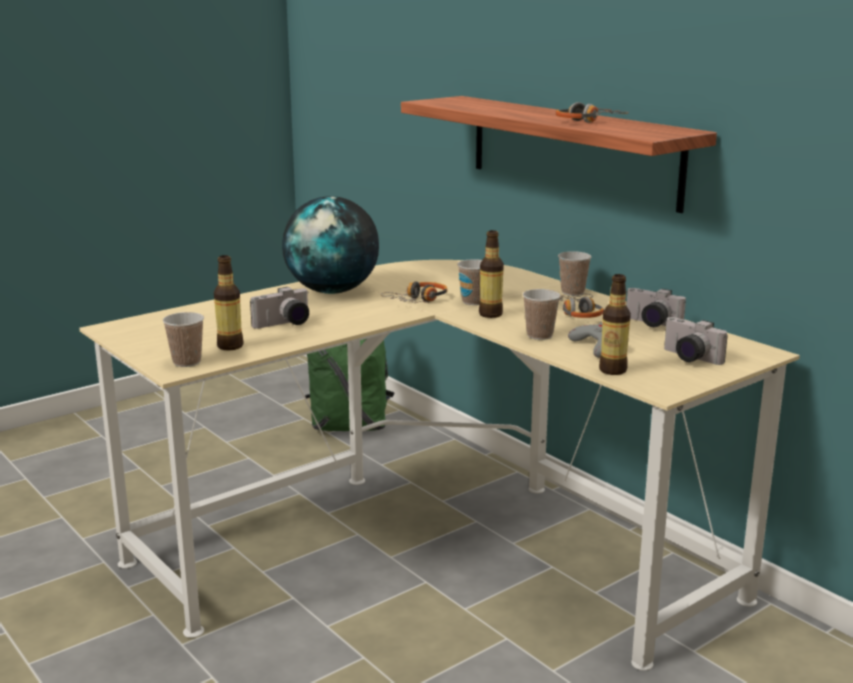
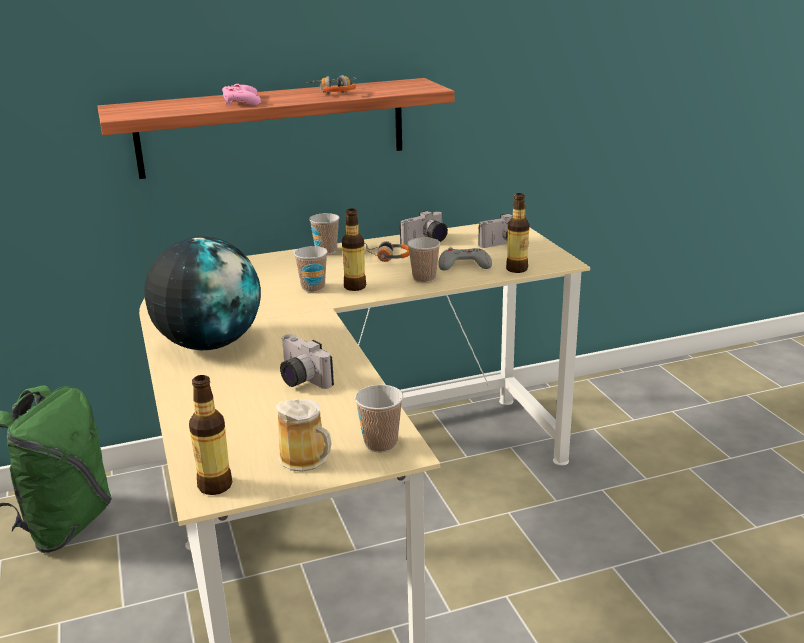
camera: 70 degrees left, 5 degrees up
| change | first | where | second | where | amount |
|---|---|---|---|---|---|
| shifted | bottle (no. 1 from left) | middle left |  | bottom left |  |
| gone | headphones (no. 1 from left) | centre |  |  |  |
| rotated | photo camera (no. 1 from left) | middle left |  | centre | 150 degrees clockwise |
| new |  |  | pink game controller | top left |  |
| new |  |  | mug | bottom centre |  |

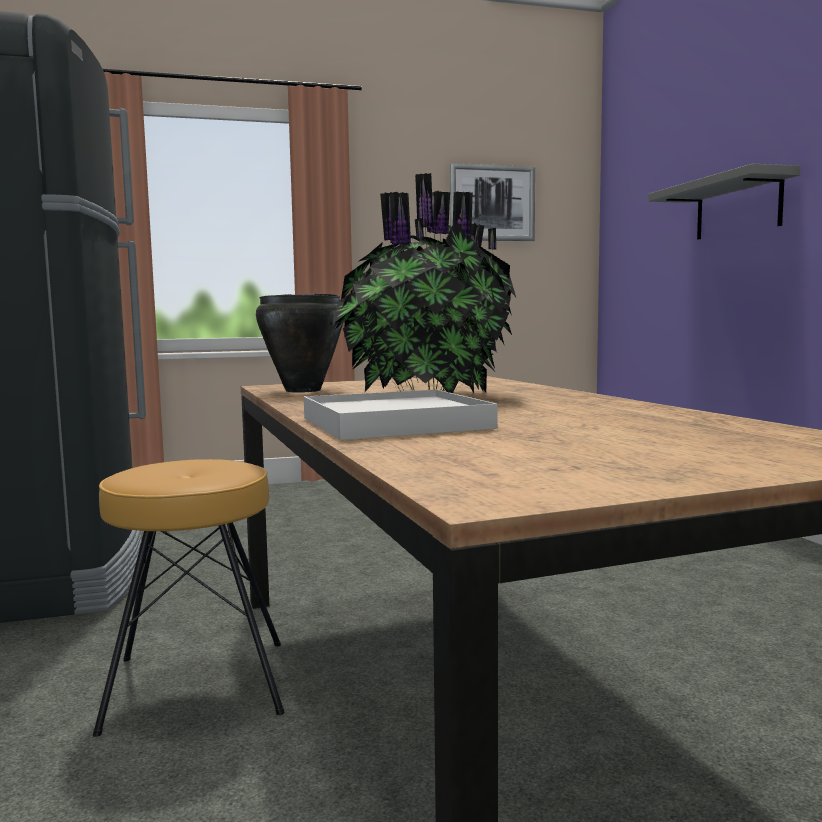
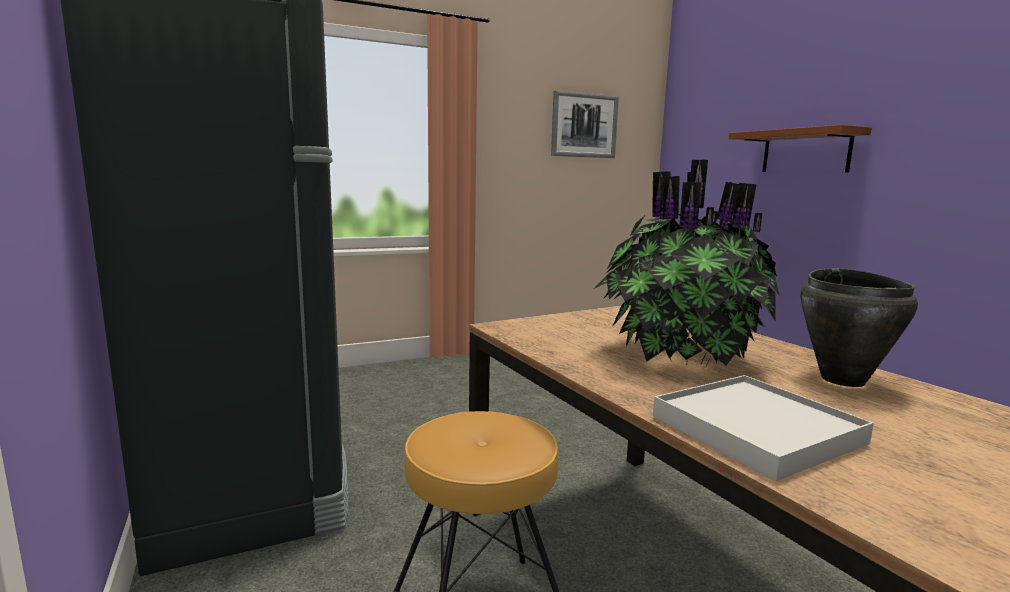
camera: 10 degrees left, 5 degrees up
| change | first | where | second | where | amount |
|---|---|---|---|---|---|
| repainted | grey shelf | top right | brown shelf | top right |  |
| shifted | black cooking pot | centre |  | middle right |  |

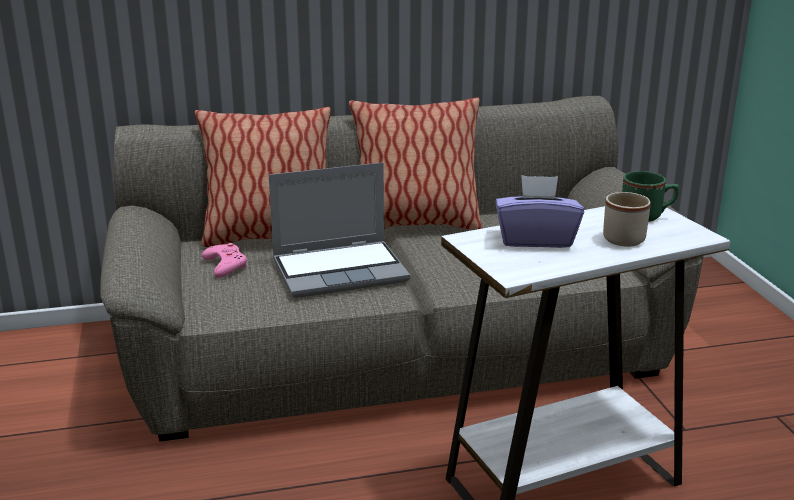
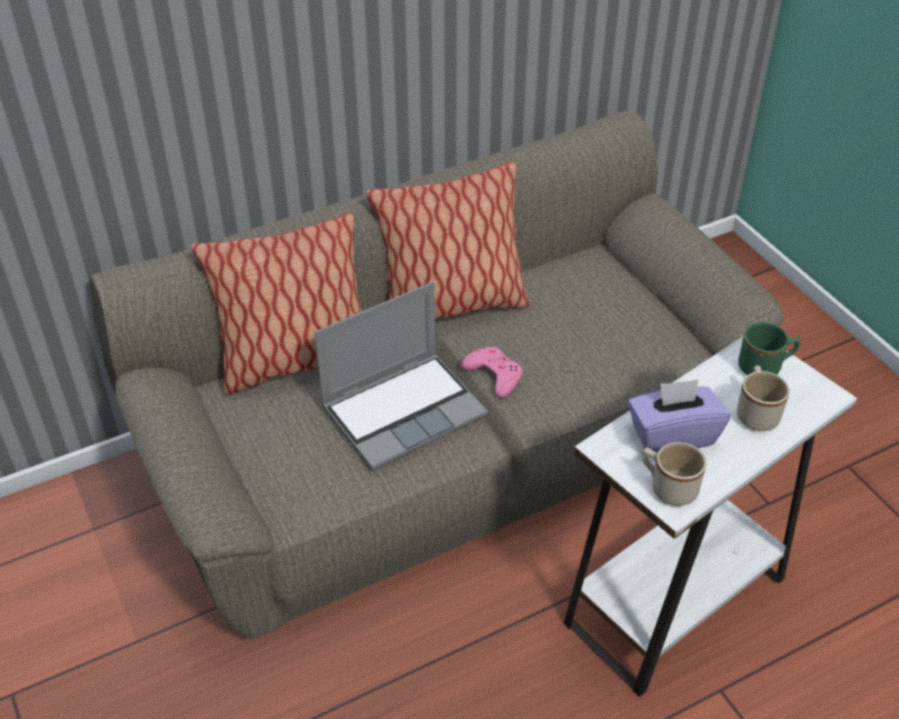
camera: 15 degrees left, 20 degrees up
| change | first | where | second | where | amount |
|---|---|---|---|---|---|
| shifted | pink game controller | middle left |  | centre |  |
| new |  |  | beige mug (no. 1 from left) | middle right |  |

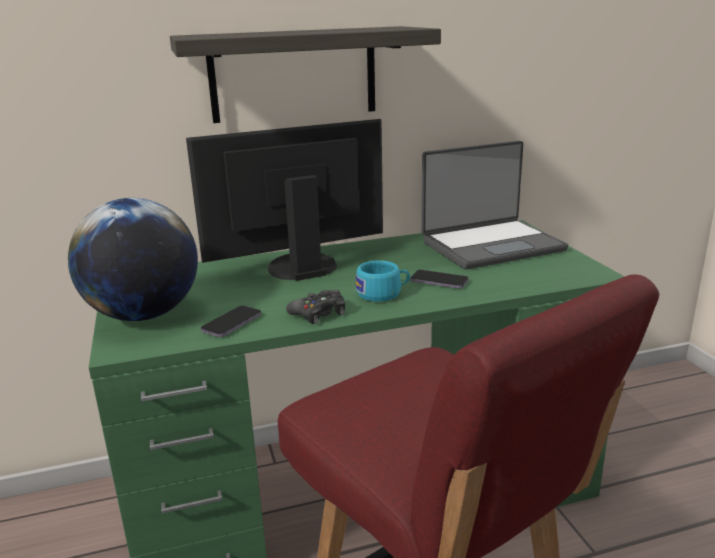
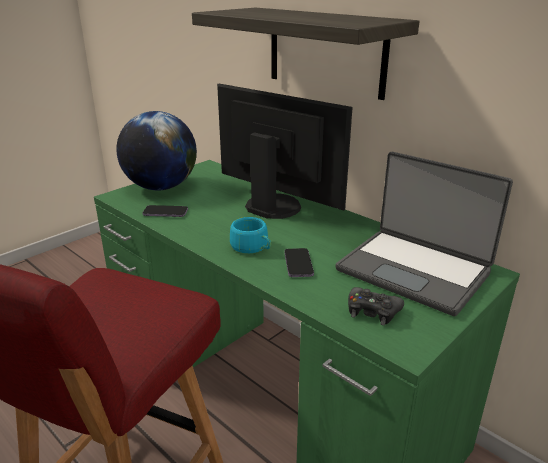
camera: 60 degrees right, 5 degrees up
| change | first | where | second | where | amount |
|---|---|---|---|---|---|
| shifted | black game controller | centre |  | middle right |  |

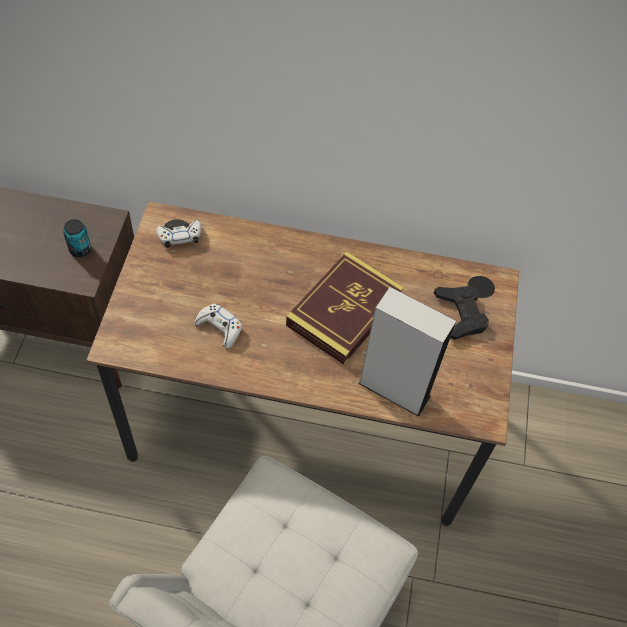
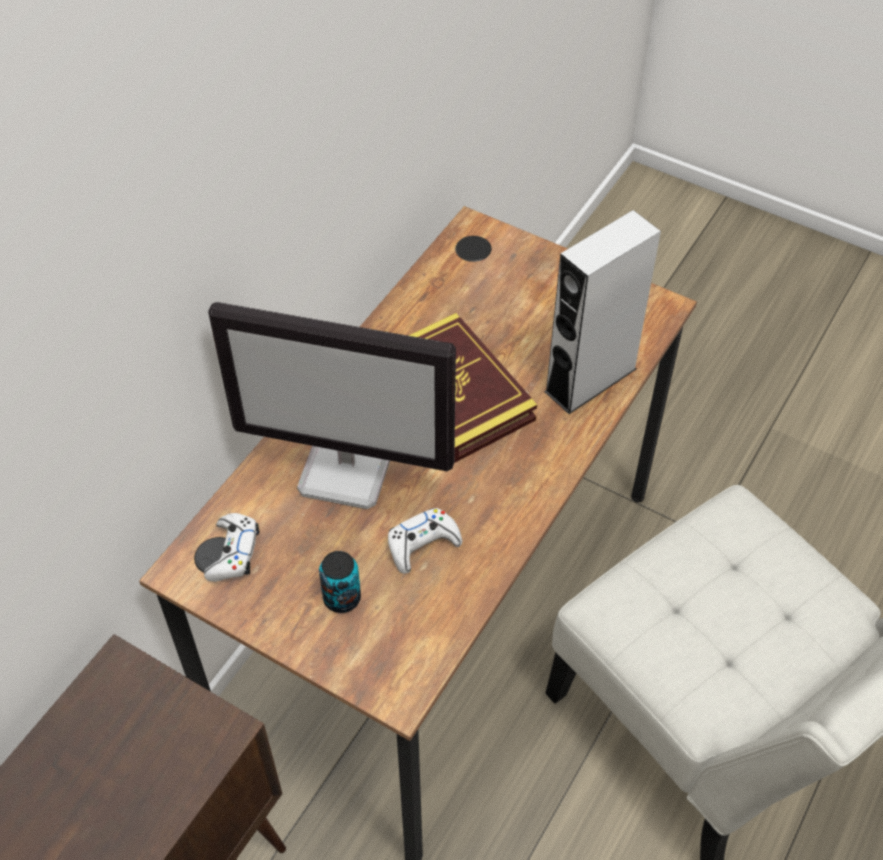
camera: 65 degrees left, 5 degrees down
| change | first | where | second | where | amount |
|---|---|---|---|---|---|
| shifted | can | middle left |  | bottom centre |  |
| gone | black game controller | middle right |  |  |  |
| new |  |  | monitor | centre |  |

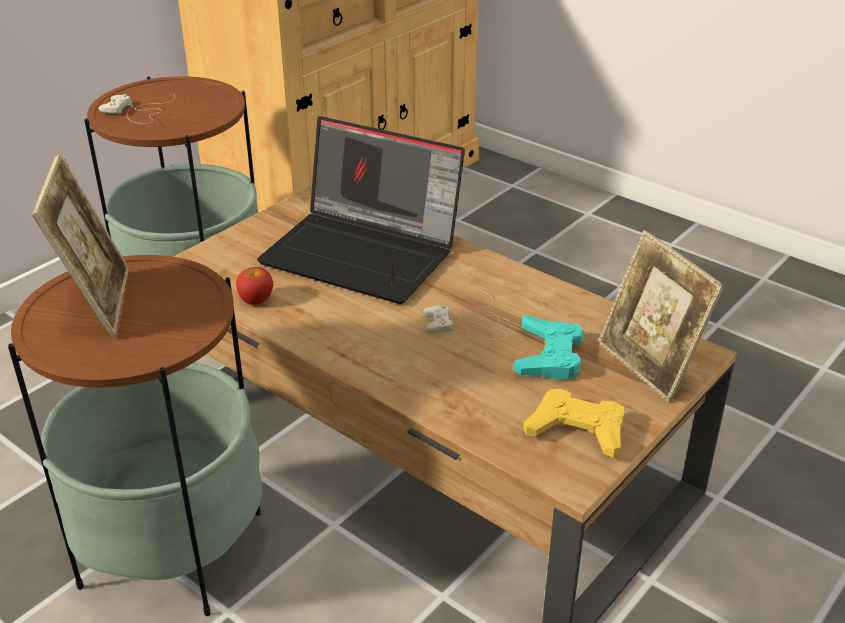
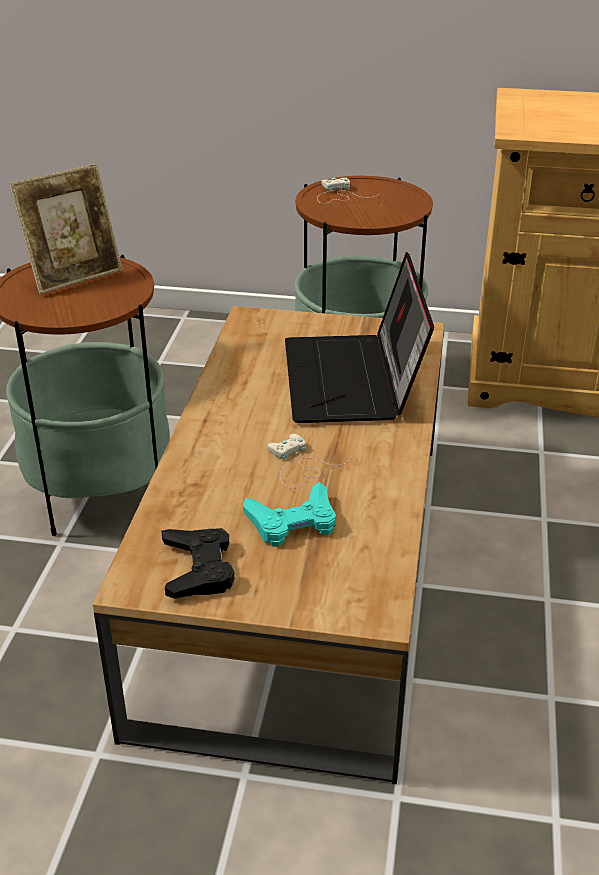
camera: 60 degrees right, 0 degrees up
| change | first | where | second | where | amount |
|---|---|---|---|---|---|
| gone | picture frame (no. 2 from left) | middle right |  |  |  |
| gone | apple | middle left |  |  |  |
| repainted | yellow game controller | bottom right | black game controller | middle left |  |

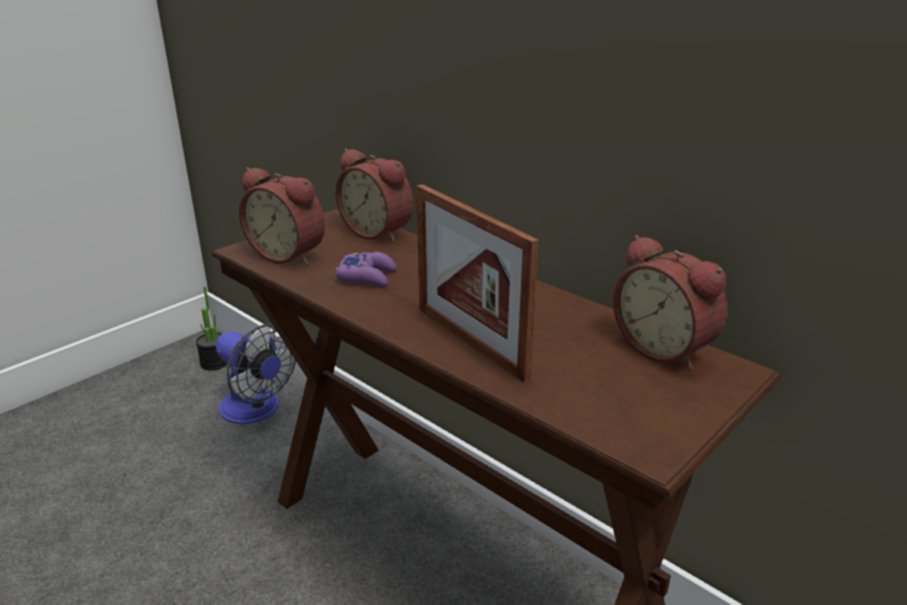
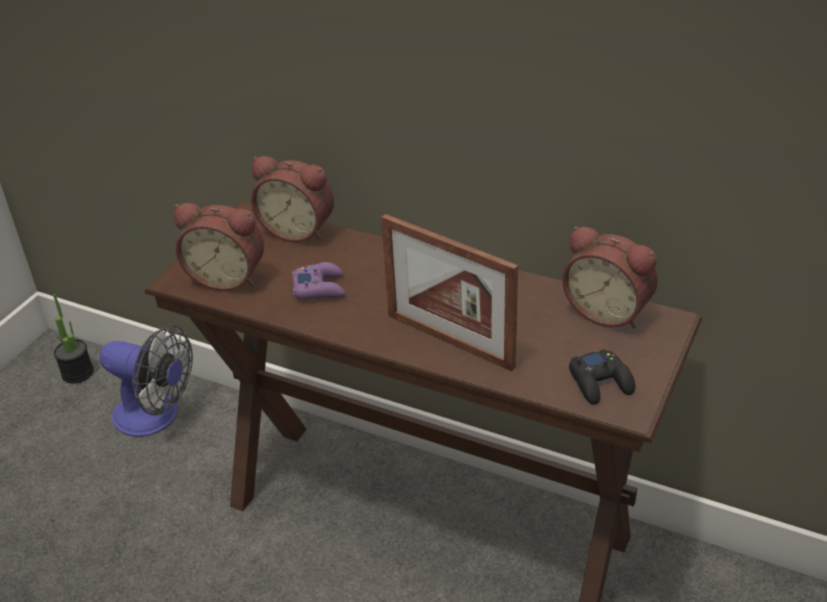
camera: 15 degrees left, 10 degrees up
| change | first | where | second | where | amount |
|---|---|---|---|---|---|
| new |  |  | black game controller | middle right |  |

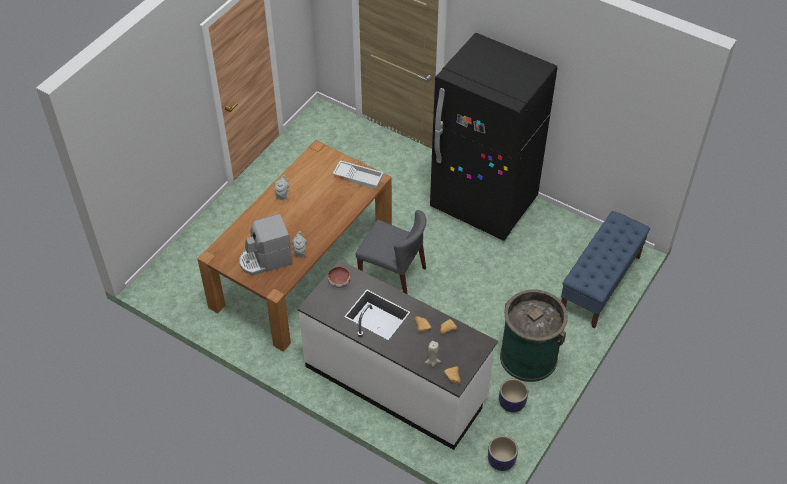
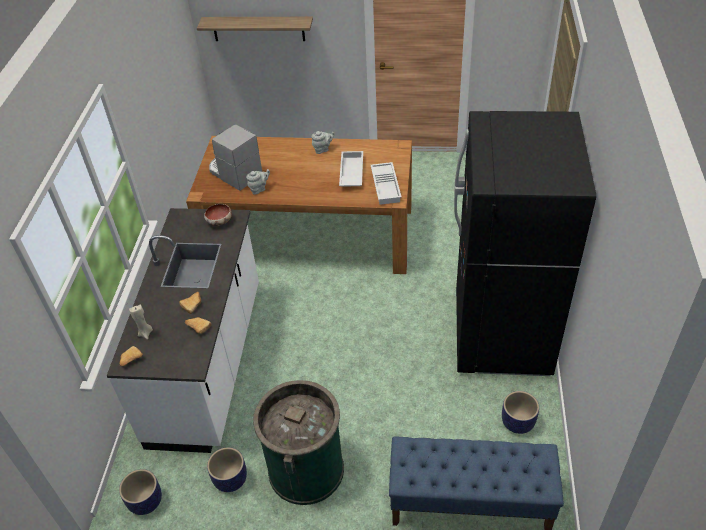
camera: 65 degrees right, 5 degrees down
| change | first | where | second | where | amount |
|---|---|---|---|---|---|
| gone | grey chair | centre |  |  |  |
| new |  |  | shelf | top centre |  |
| new |  |  | white tray (no. 1 from left) | top centre |  |
| new |  |  | planter (no. 3 from left) | bottom right |  |

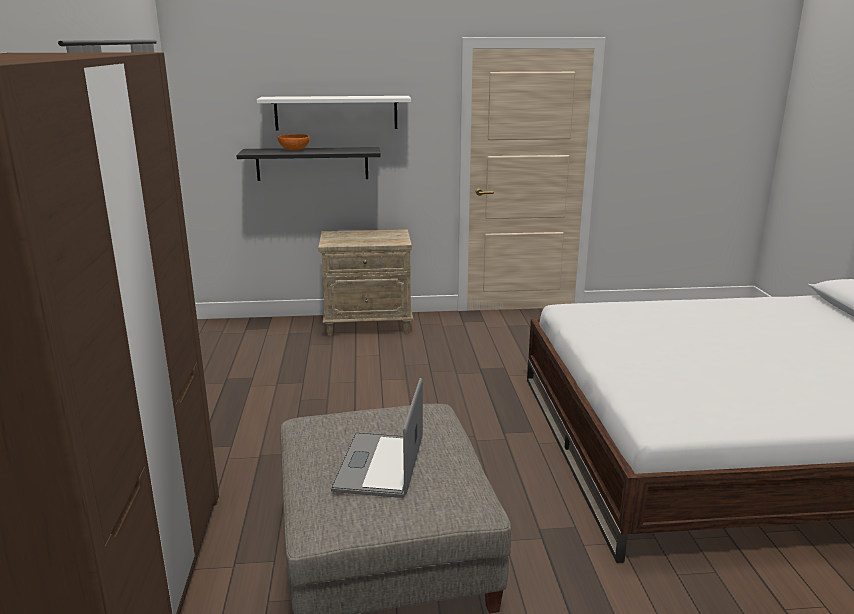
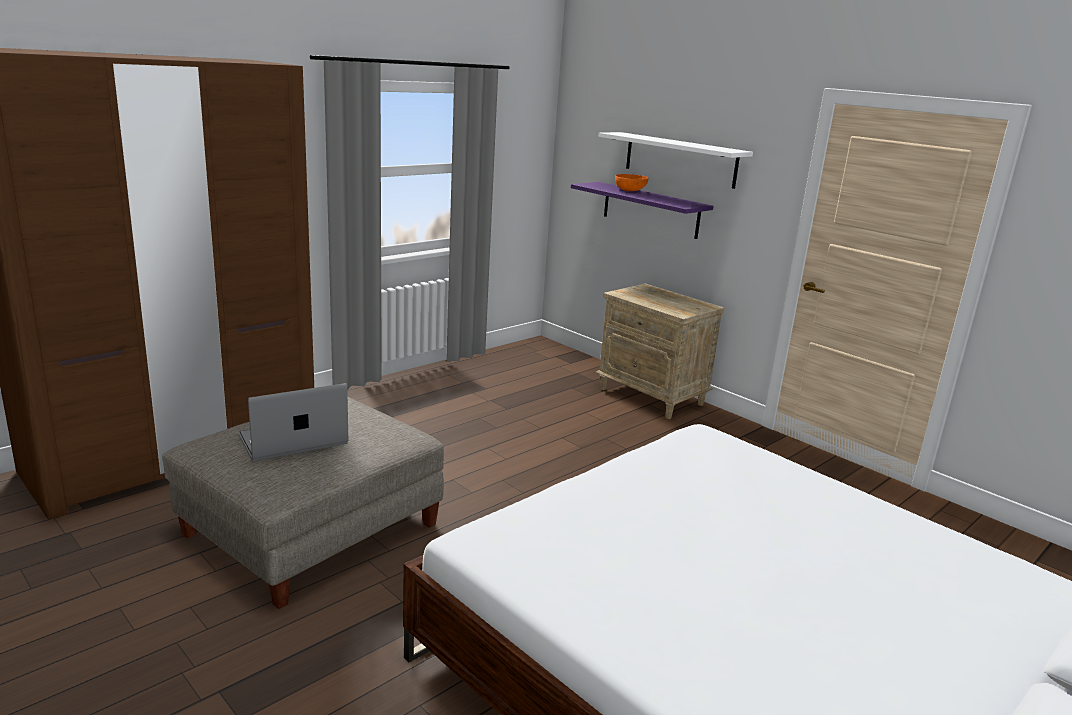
camera: 50 degrees right, 0 degrees up
| change | first | where | second | where | amount |
|---|---|---|---|---|---|
| repainted | black shelf | top centre | purple shelf | top centre |  |

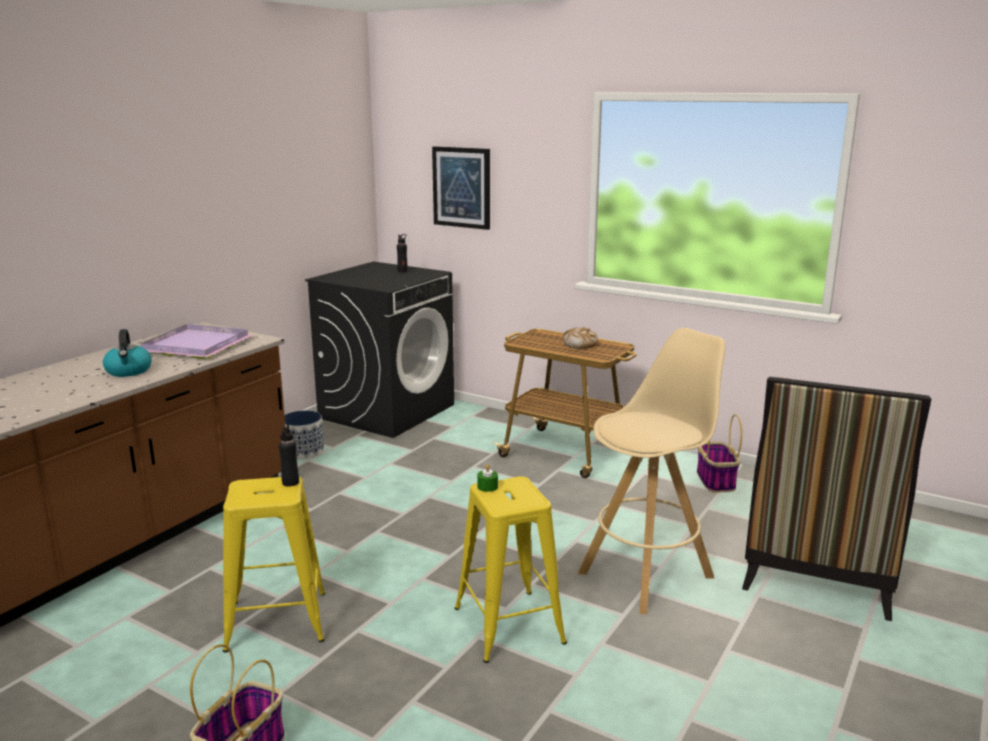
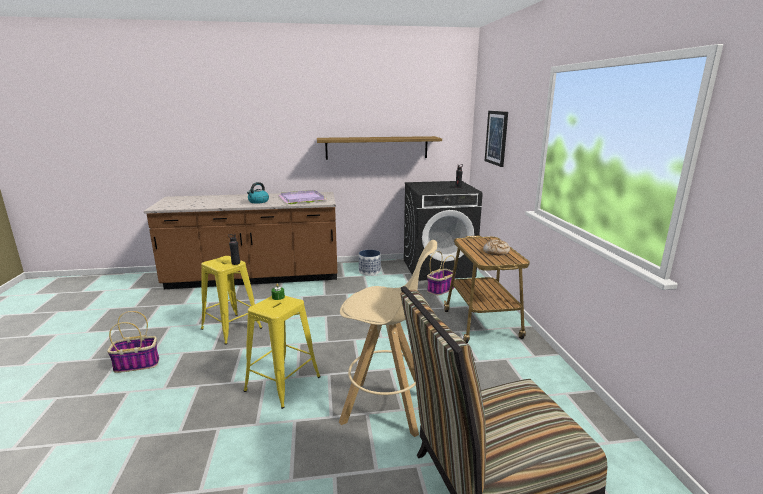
camera: 50 degrees right, 0 degrees up
| change | first | where | second | where | amount |
|---|---|---|---|---|---|
| shifted | basket (no. 2 from left) | middle right |  | centre |  |
| new |  |  | shelf | top centre |  |

